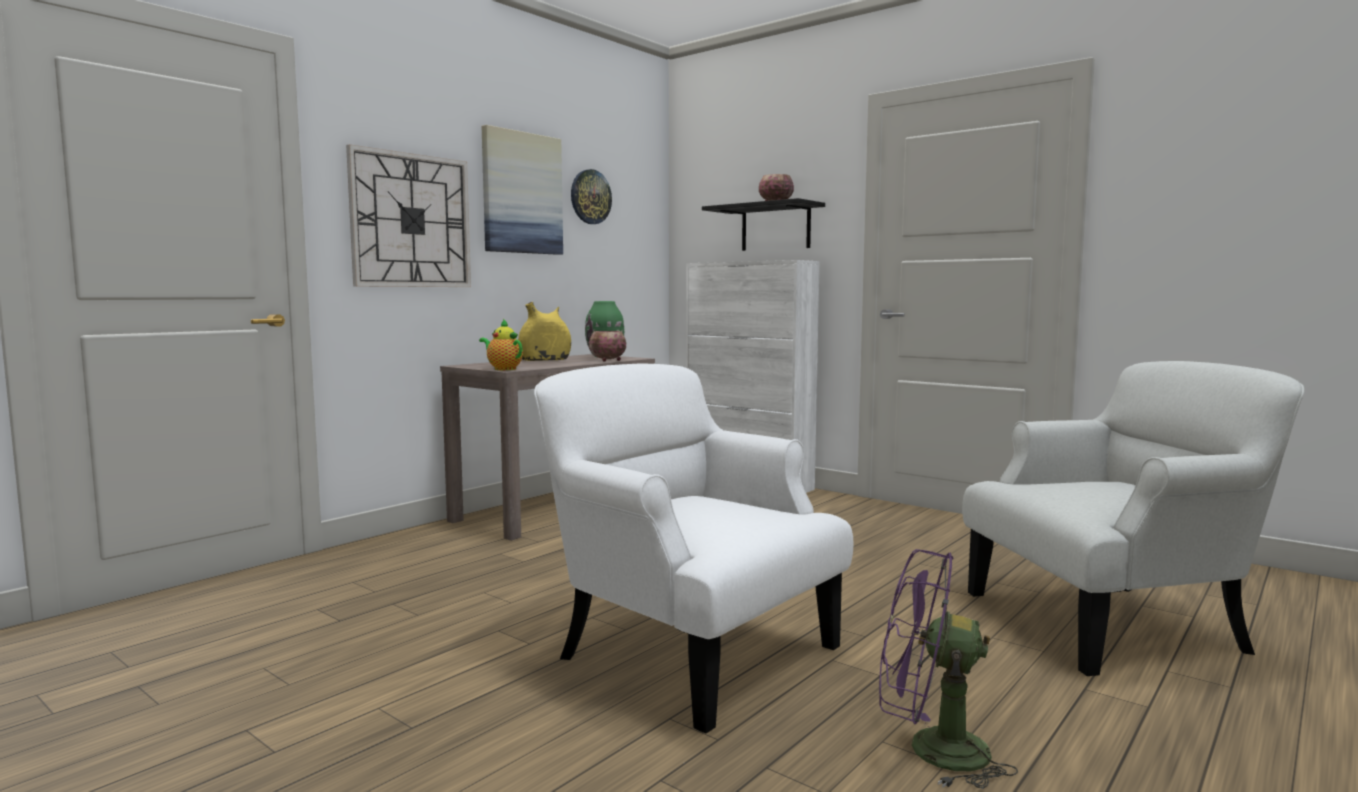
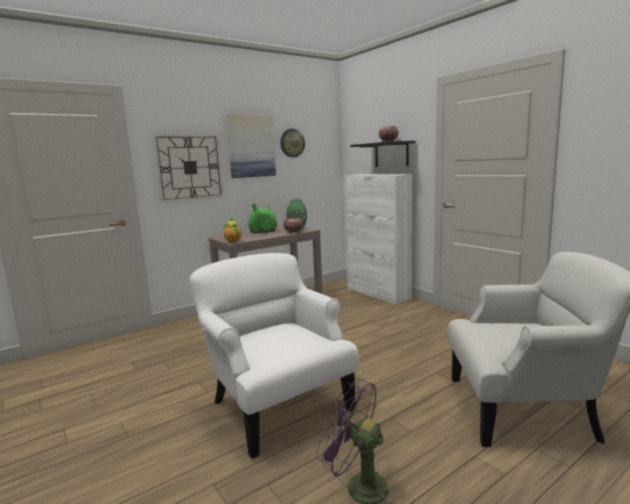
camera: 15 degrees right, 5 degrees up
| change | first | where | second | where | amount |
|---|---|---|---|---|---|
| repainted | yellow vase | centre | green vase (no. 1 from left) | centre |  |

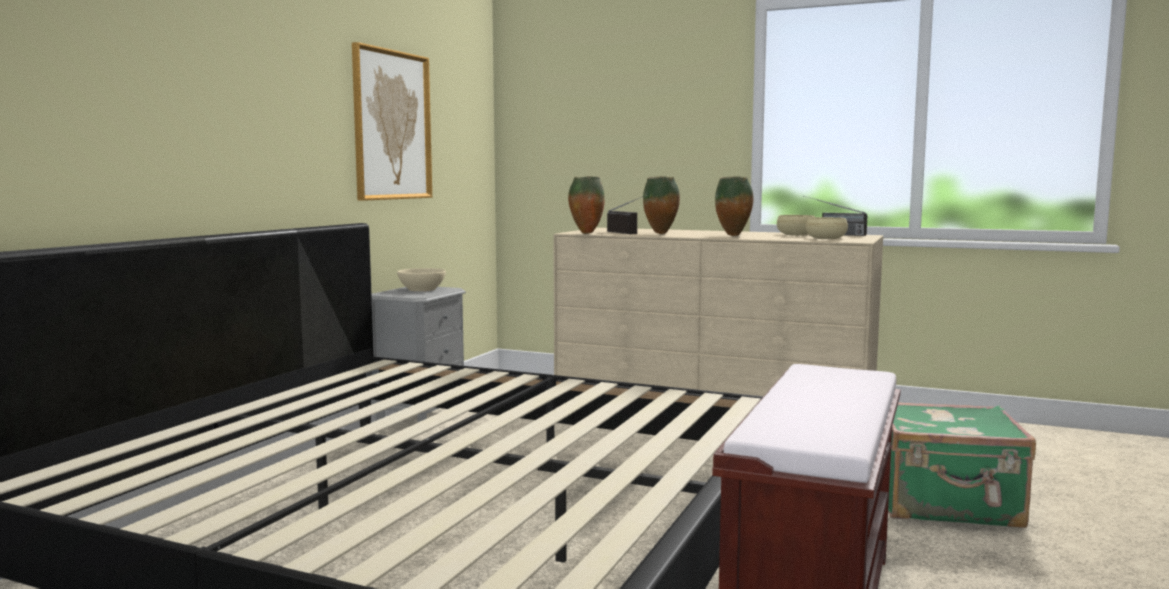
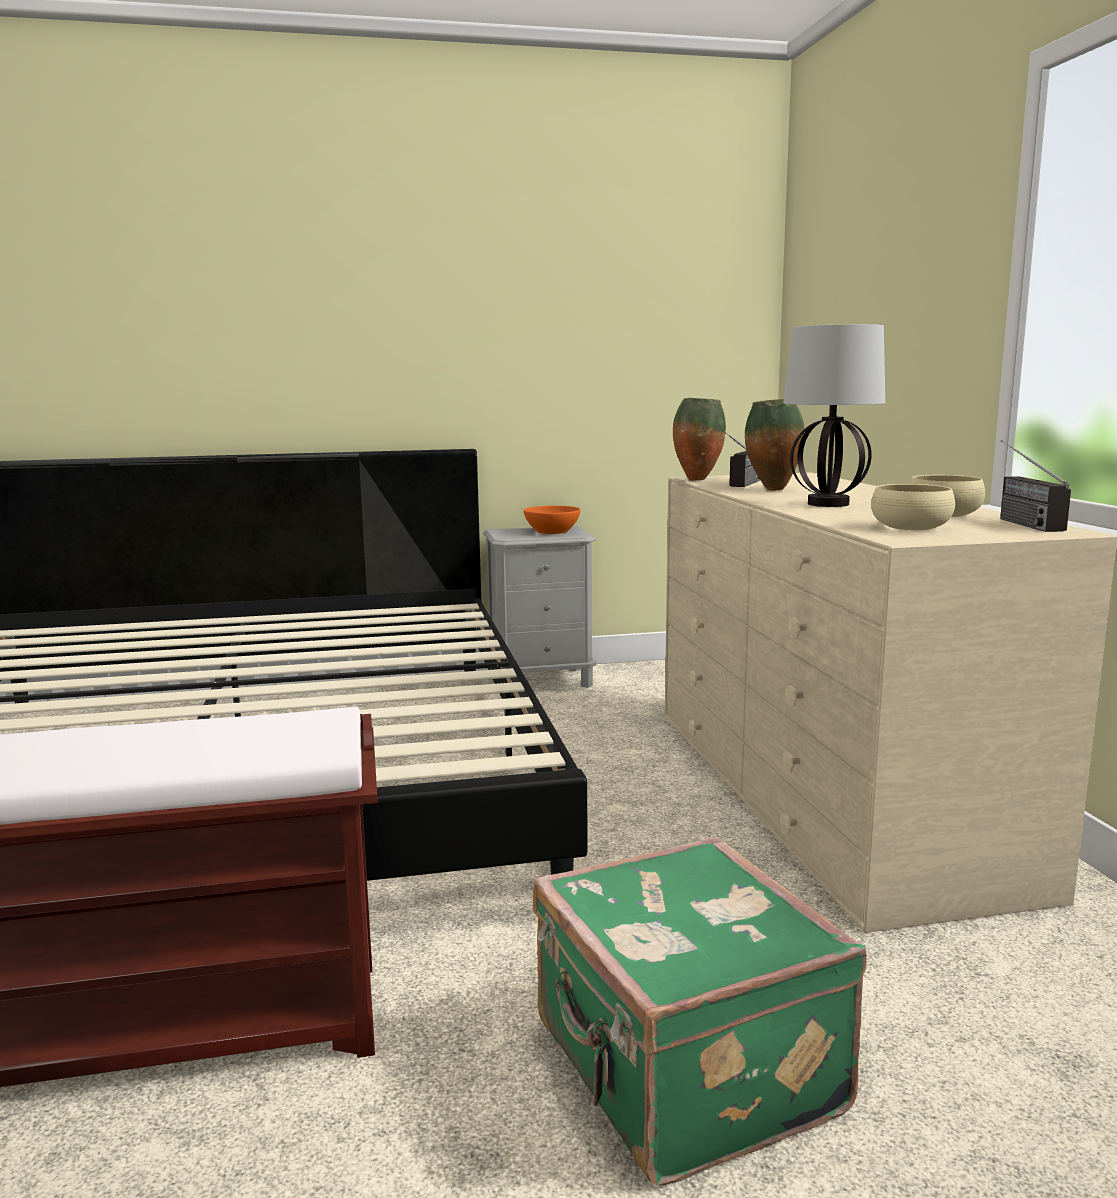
camera: 55 degrees right, 5 degrees up
| change | first | where | second | where | amount |
|---|---|---|---|---|---|
| gone | picture | top centre |  |  |  |
| swapped | vase (no. 3 from left) | centre | table lamp | middle right |  |
| repainted | beige bowl (no. 1 from left) | centre | orange bowl | centre |  |

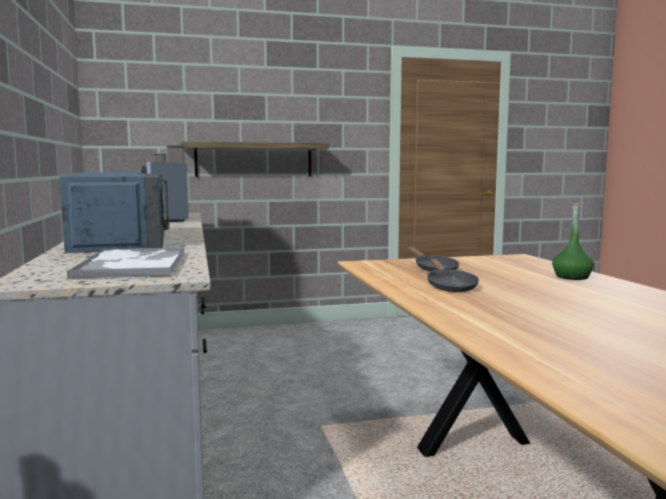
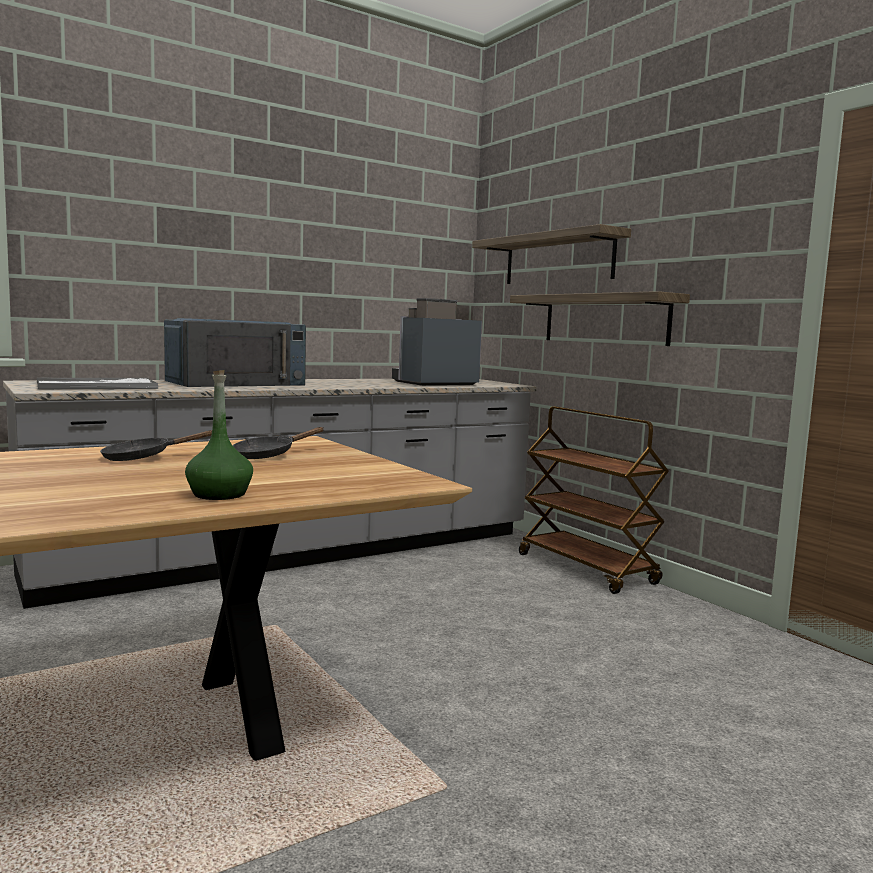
camera: 70 degrees right, 0 degrees up
| change | first | where | second | where | amount |
|---|---|---|---|---|---|
| new |  |  | shelf (no. 1 from left) | top centre |  |
| new |  |  | brown cart | middle right |  |

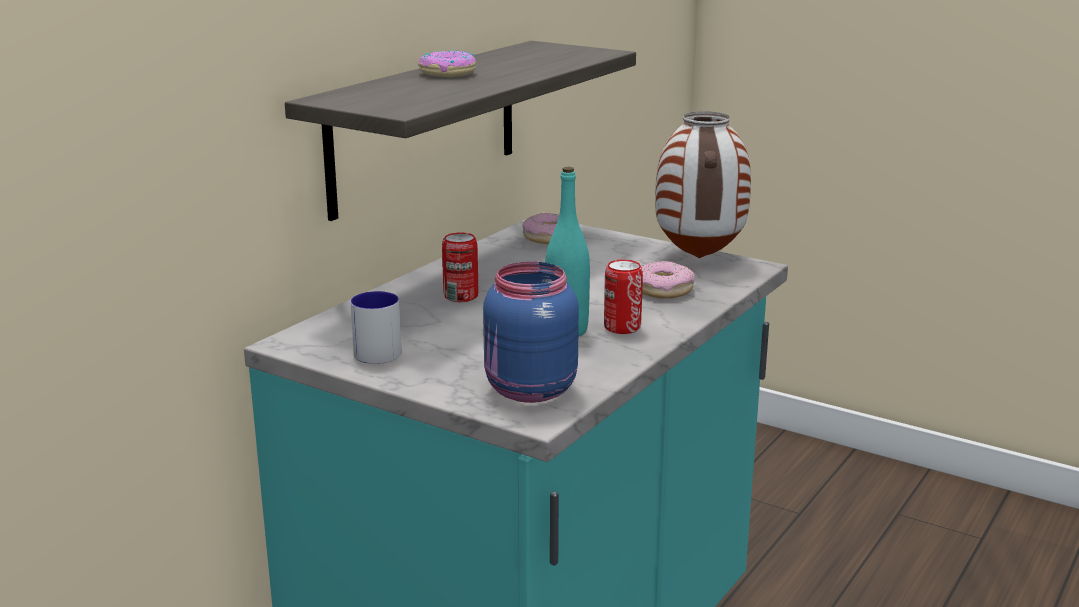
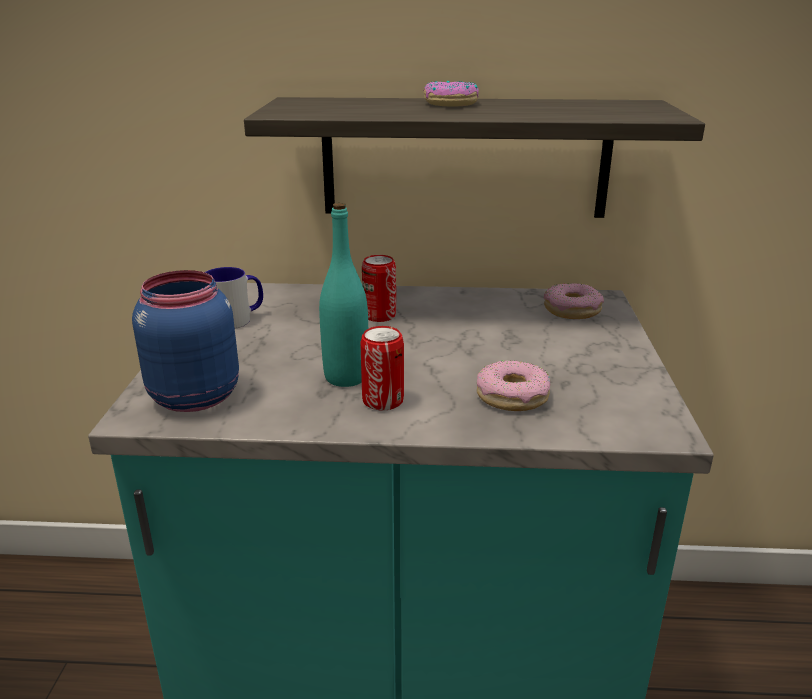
camera: 60 degrees right, 5 degrees up
| change | first | where | second | where | amount |
|---|---|---|---|---|---|
| gone | vase | top centre |  |  |  |

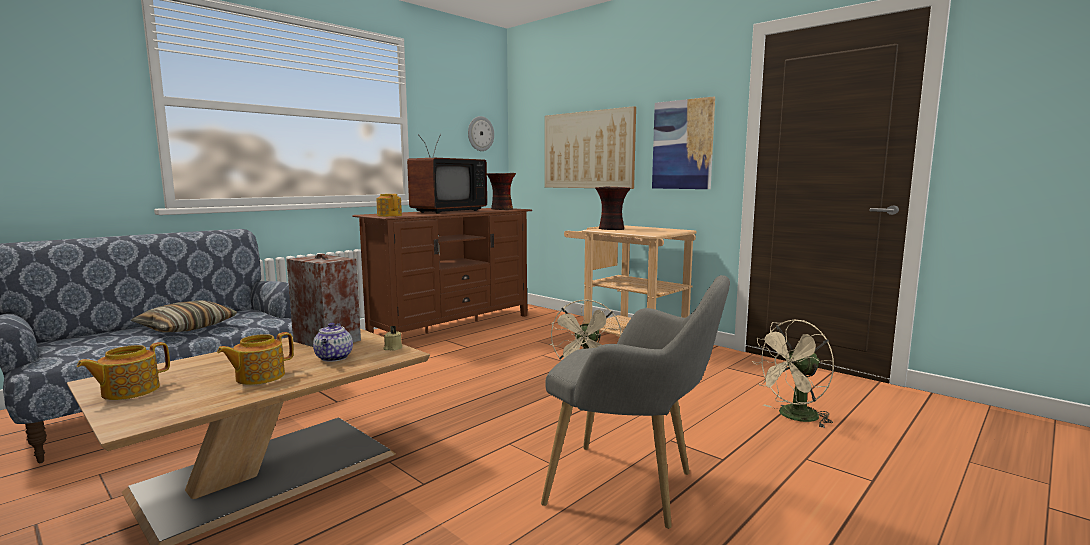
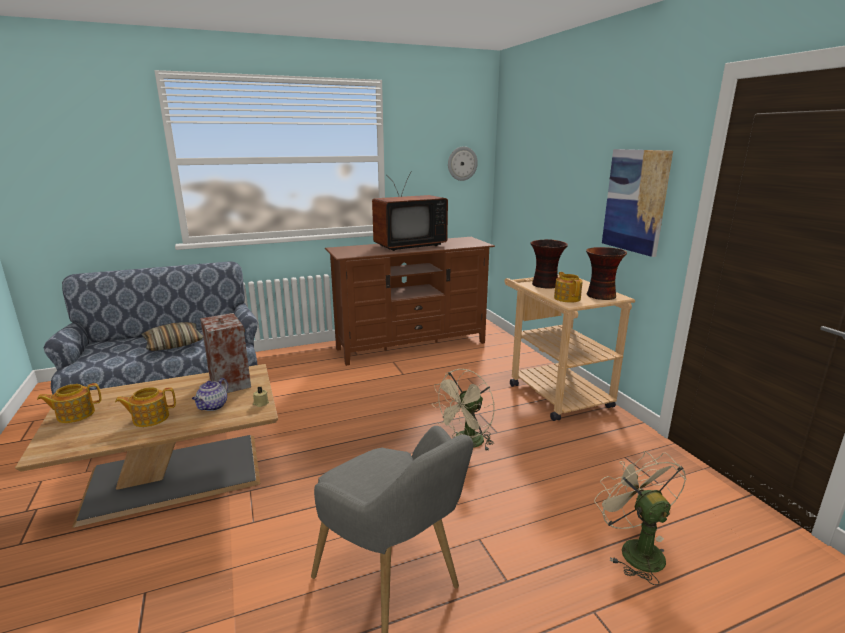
camera: 25 degrees right, 10 degrees up
| change | first | where | second | where | amount |
|---|---|---|---|---|---|
| gone | picture (no. 1 from left) | top centre |  |  |  |
| shifted | vase (no. 1 from left in the first image) | centre | vase (no. 2 from left) | middle right |  |
| shifted | teapot (no. 4 from left) | centre |  | middle right |  |
| rotated | beige fan (no. 2 from left) | bottom right |  | bottom right | 75 degrees clockwise |

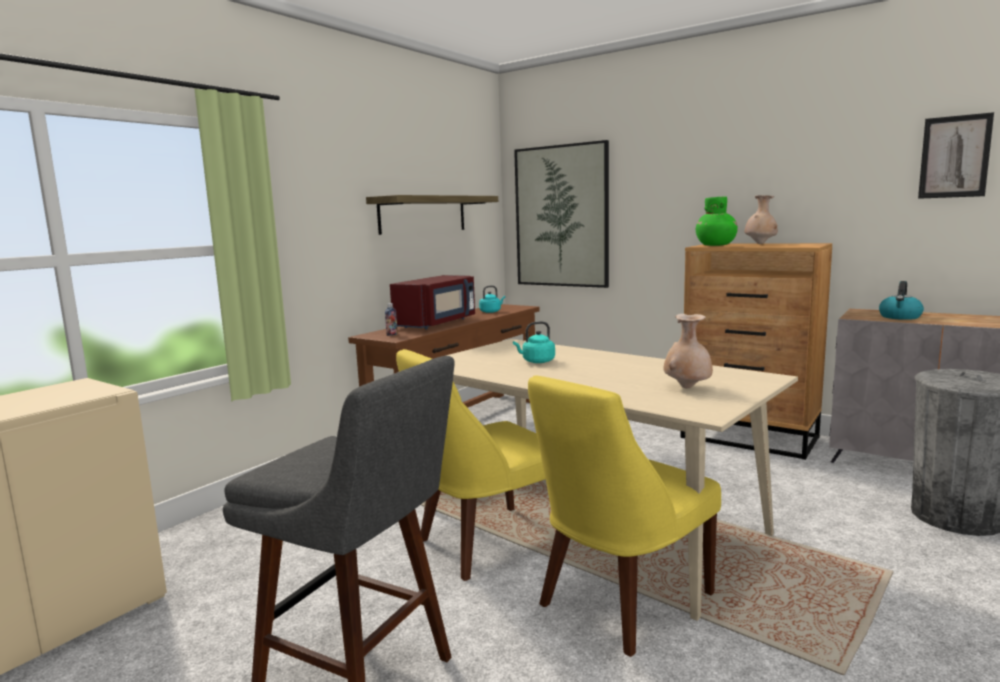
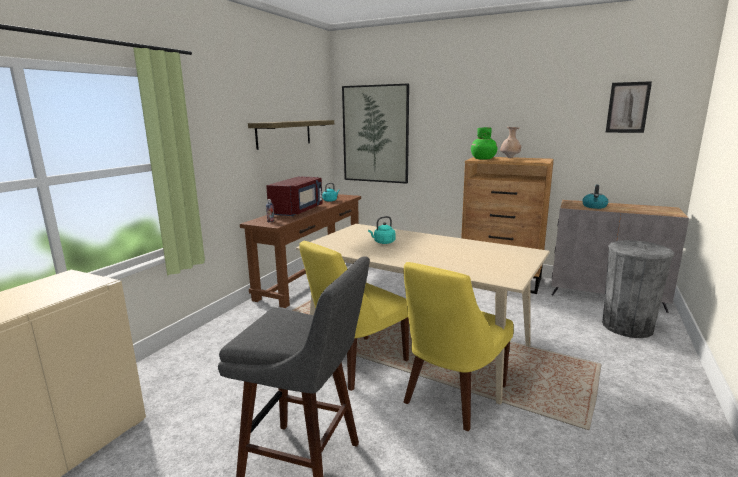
camera: 10 degrees left, 5 degrees up
| change | first | where | second | where | amount |
|---|---|---|---|---|---|
| gone | beige vase (no. 1 from left) | middle right |  |  |  |

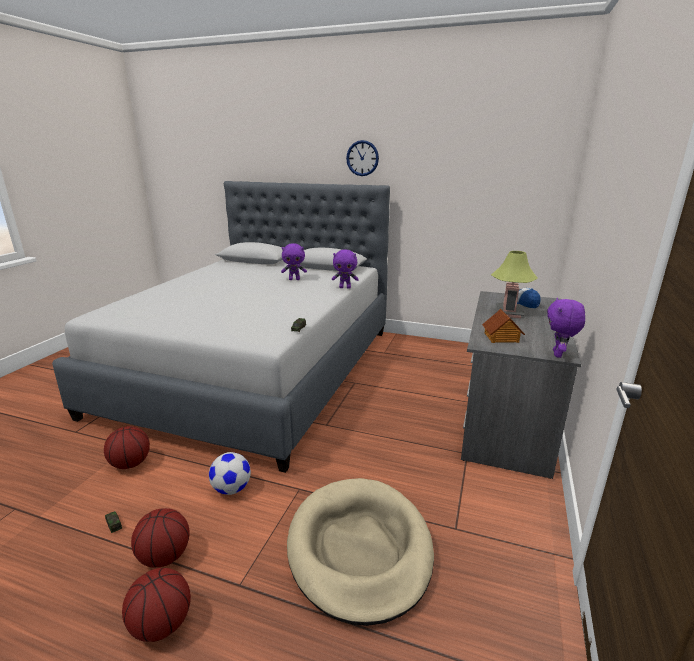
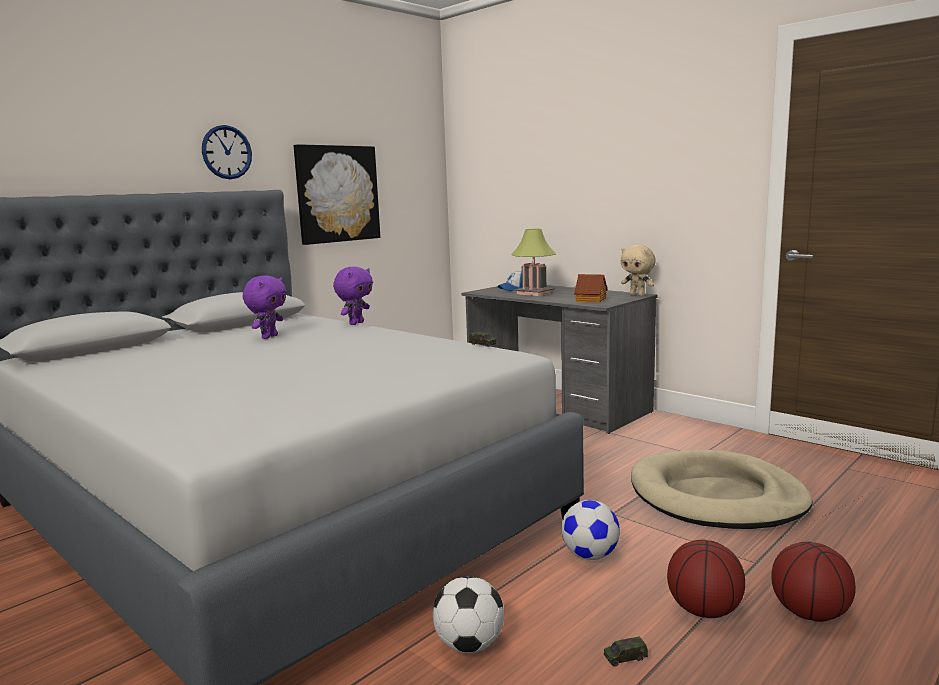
camera: 65 degrees left, 10 degrees down
| change | first | where | second | where | amount |
|---|---|---|---|---|---|
| repainted | purple plush toy (no. 3 from left) | middle right | beige plush toy | middle right |  |
| swapped | basketball (no. 1 from left) | bottom left | football (no. 1 from left) | bottom centre |  |
| new |  |  | picture | top centre |  |

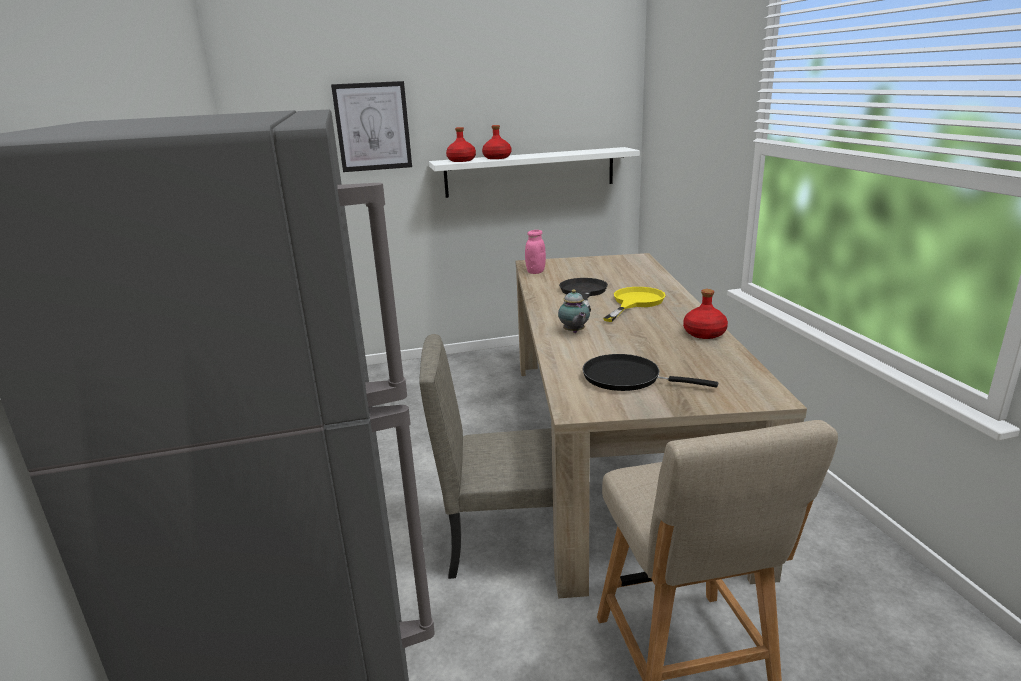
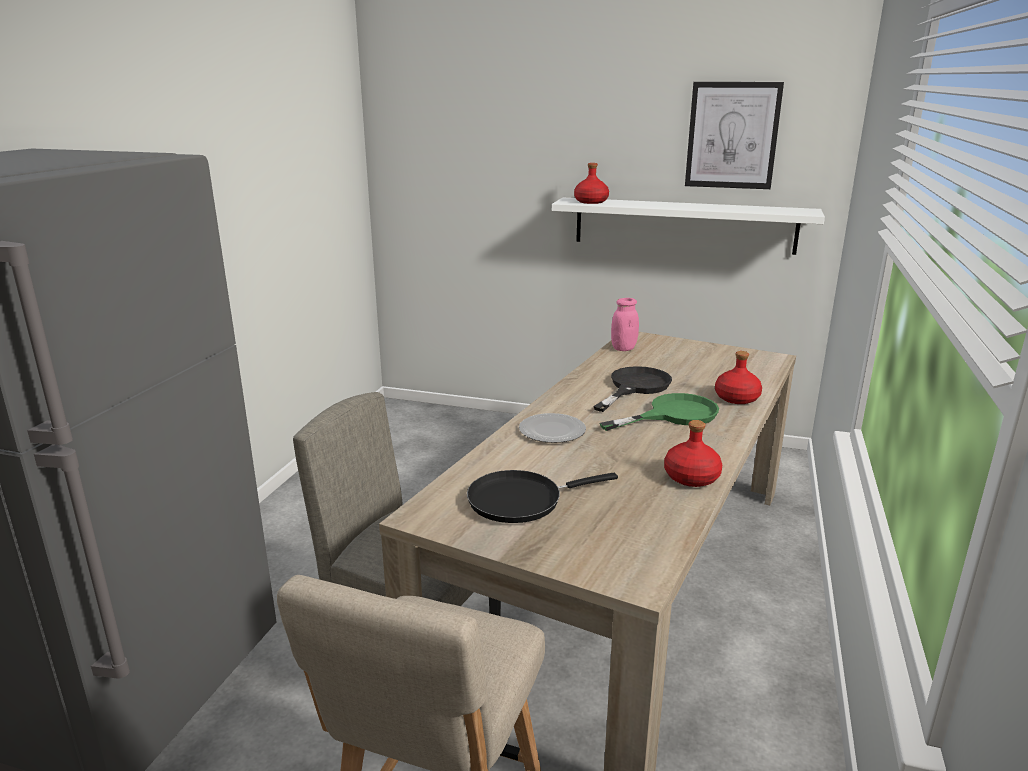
camera: 30 degrees right, 0 degrees up
| change | first | where | second | where | amount |
|---|---|---|---|---|---|
| shifted | picture | top centre |  | top right |  |
| shifted | red bottle (no. 2 from left in the first image) | top centre | red bottle (no. 3 from left) | middle right |  |
| repainted | yellow frying pan | centre | green frying pan | centre |  |
| swapped | teapot | centre | plate | centre |  |
| rotated | black frying pan (no. 2 from left in the first image) | centre | black frying pan (no. 1 from left) | centre | 75 degrees counterclockwise |

